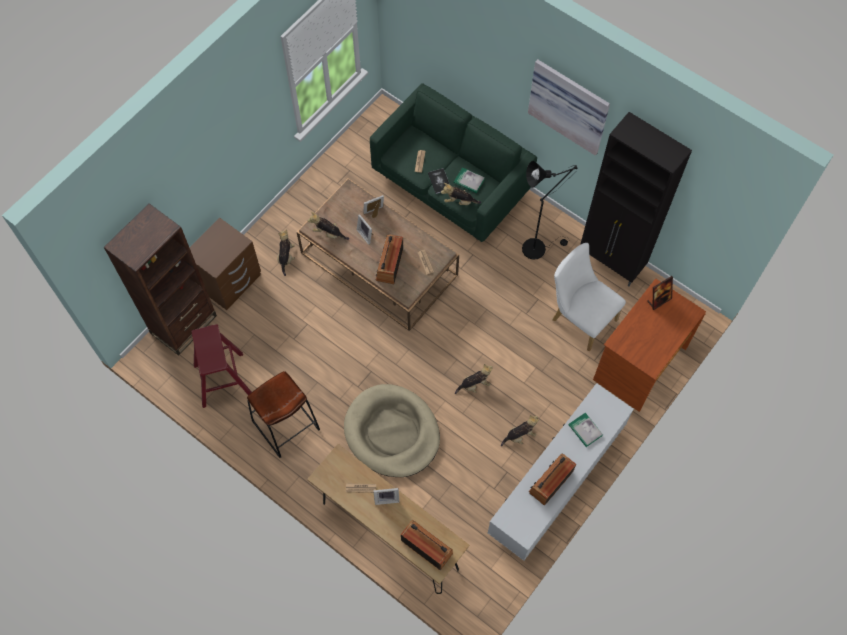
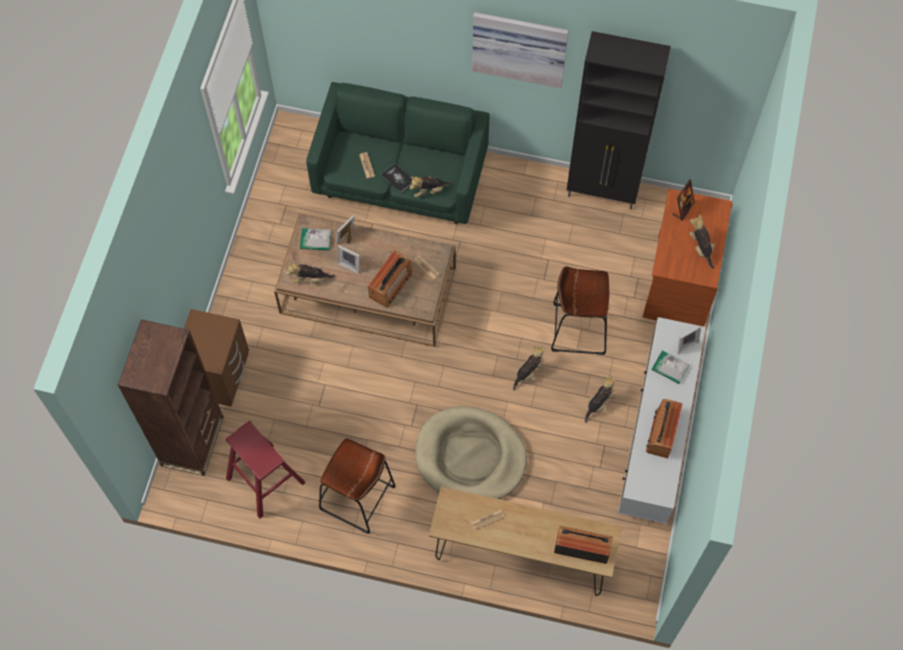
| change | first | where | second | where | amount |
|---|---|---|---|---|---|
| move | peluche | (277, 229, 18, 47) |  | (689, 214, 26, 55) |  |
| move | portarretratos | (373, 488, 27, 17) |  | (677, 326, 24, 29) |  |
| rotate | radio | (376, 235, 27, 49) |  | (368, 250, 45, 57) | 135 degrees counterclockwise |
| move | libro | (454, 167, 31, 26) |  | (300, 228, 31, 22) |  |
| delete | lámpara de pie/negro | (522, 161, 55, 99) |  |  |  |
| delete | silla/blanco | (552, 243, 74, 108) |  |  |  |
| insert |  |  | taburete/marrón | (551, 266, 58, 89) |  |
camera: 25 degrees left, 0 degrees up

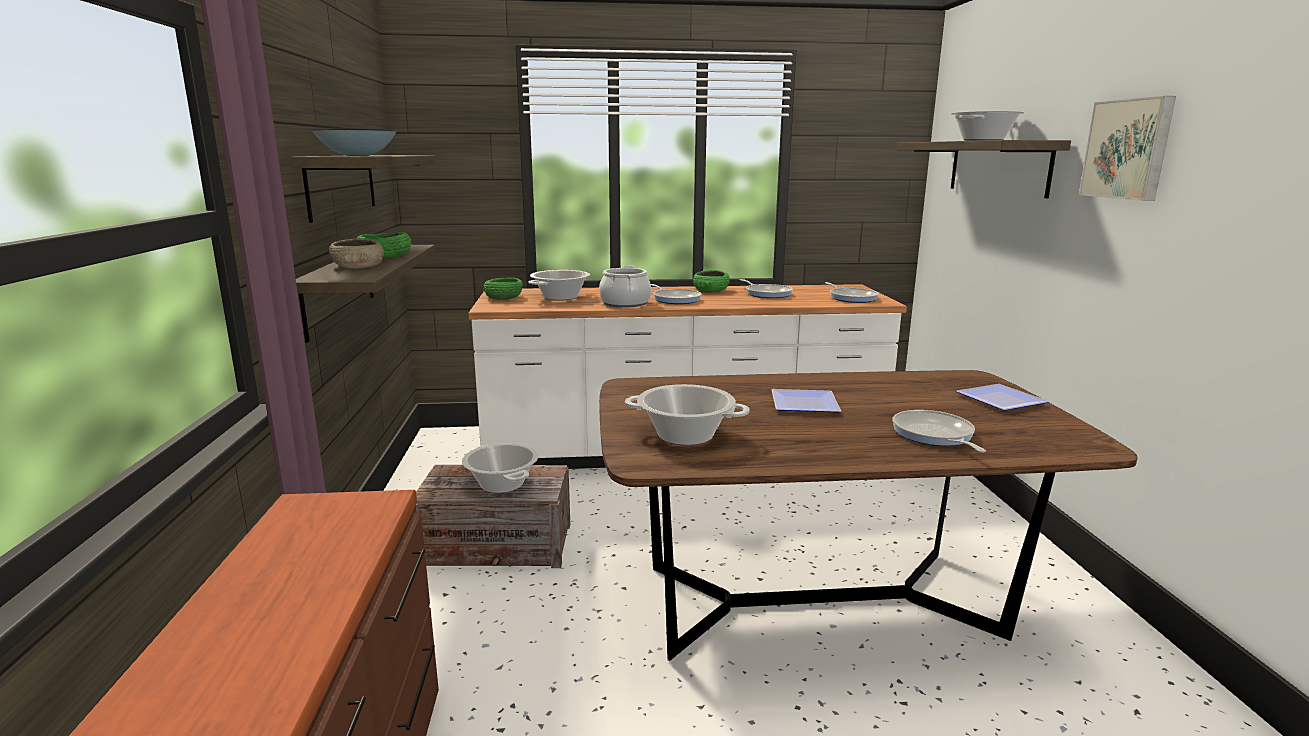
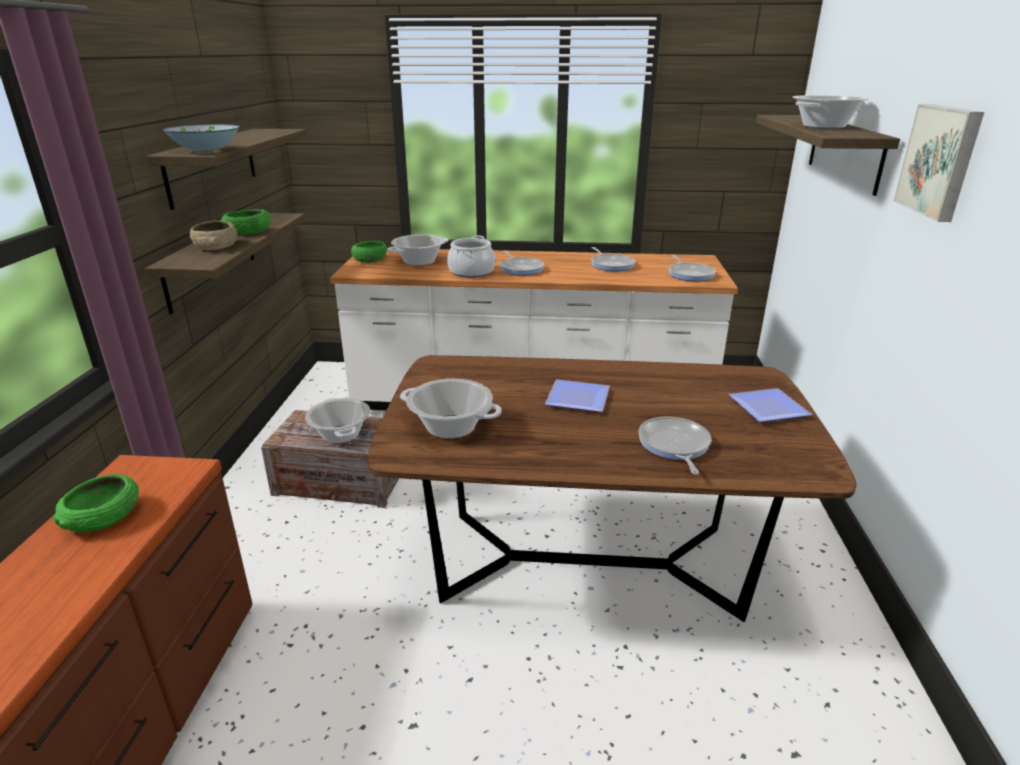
| change | first | where | second | where | amount |
|---|---|---|---|---|---|
| move | cuenco/verde | (693, 270, 37, 22) |  | (53, 474, 86, 59) |  |
camera: 10 degrees right, 10 degrees up

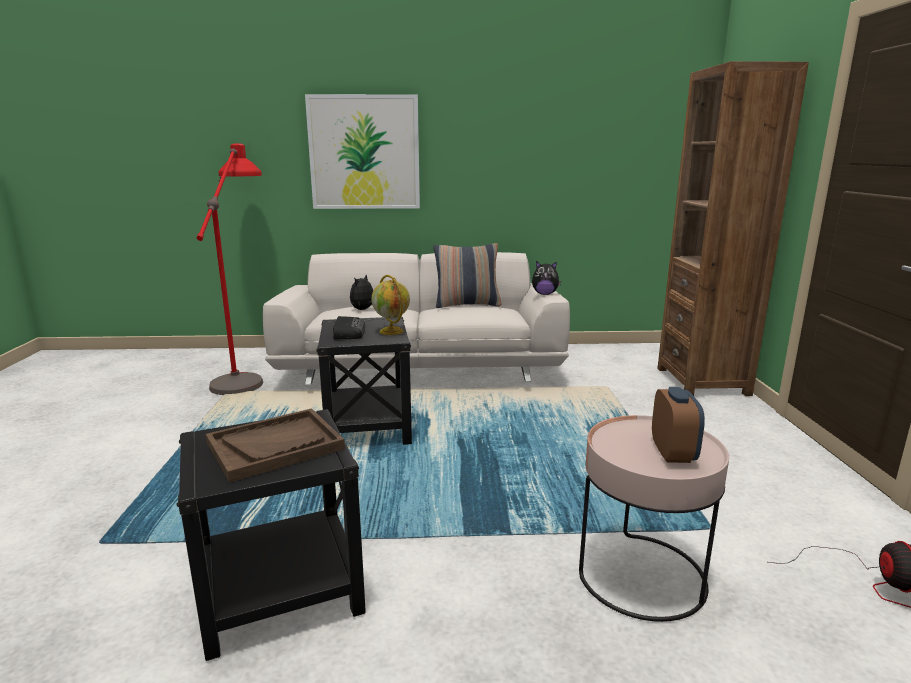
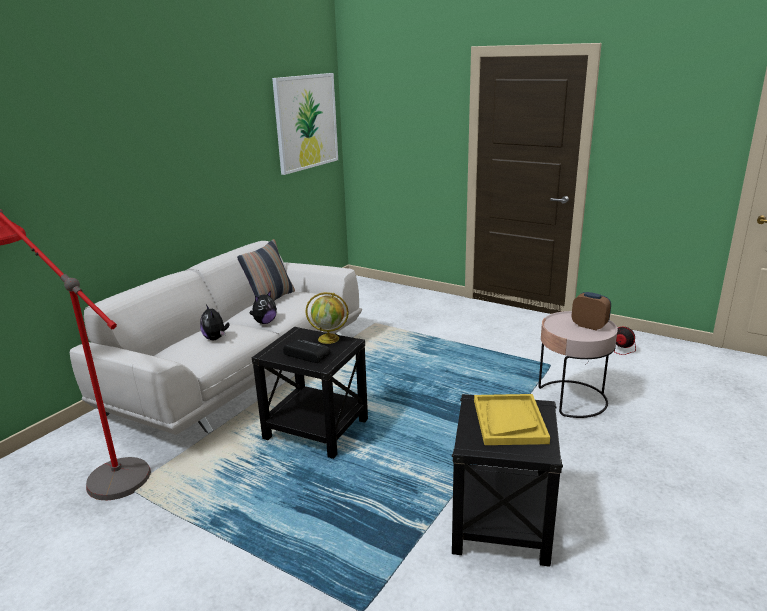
| change | first | where | second | where | amount |
|---|---|---|---|---|---|
| recolor | bandeja/marrón | (206, 408, 139, 75) | bandeja/amarillo | (474, 394, 76, 51) |  |
| move | cuadro | (305, 94, 115, 115) |  | (272, 73, 66, 102) |  |
| move | peluche | (532, 261, 29, 34) |  | (249, 291, 28, 33) |  |
| delete | estantería/marrón | (657, 61, 152, 335) |  |  |  |
camera: 55 degrees left, 5 degrees up

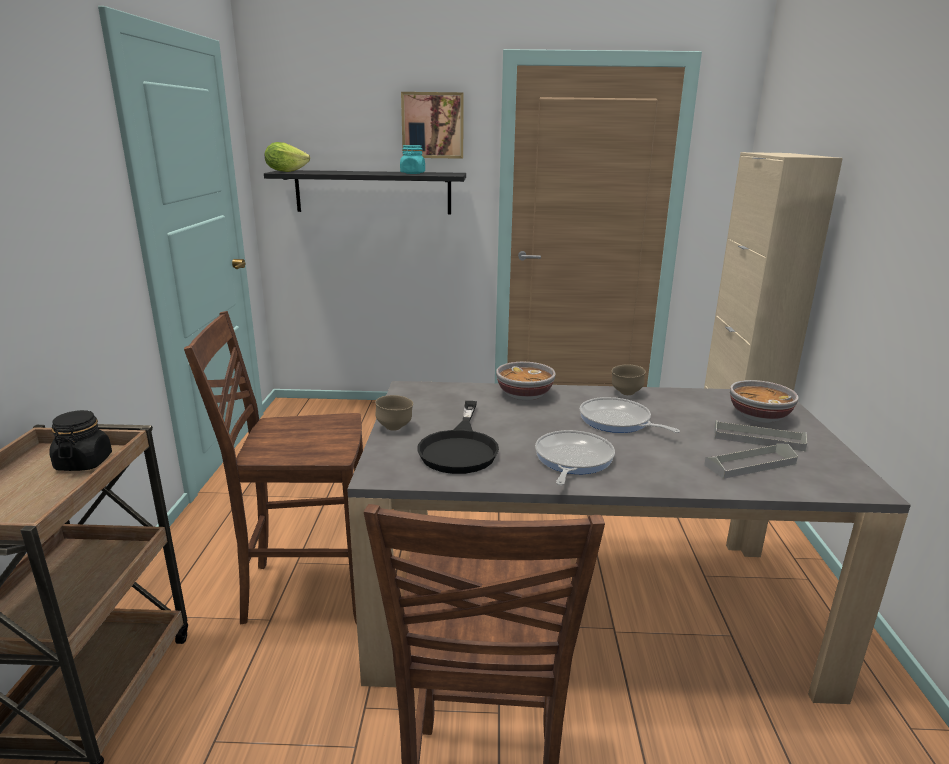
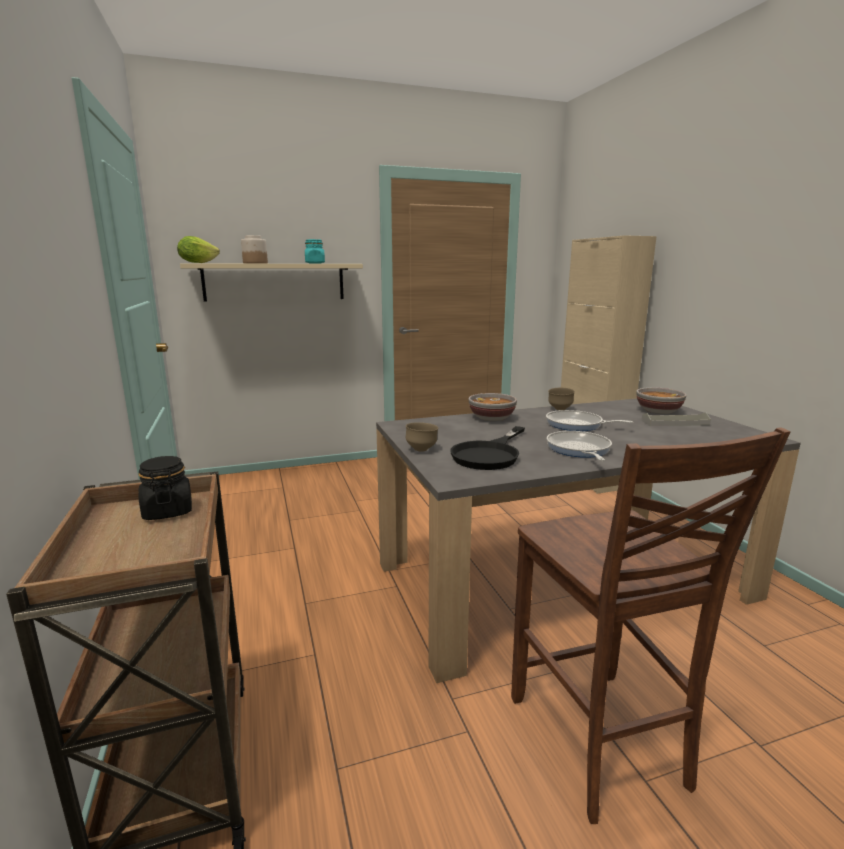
| change | first | where | second | where | amount |
|---|---|---|---|---|---|
| delete | silla/marrón | (184, 311, 179, 314) |  |  |  |
| recolor | estante/negro | (264, 170, 202, 44) | estante/beis | (180, 263, 183, 39) |  |
| delete | cuadro | (401, 92, 63, 67) |  |  |  |
| rotate | sartén/negro | (417, 401, 82, 73) |  | (450, 426, 75, 44) | 45 degrees clockwise |
| delete | bandeja/gris | (704, 444, 94, 35) |  |  |  |
| insert |  |  | tarro | (241, 235, 27, 28) |  |
camera: 20 degrees left, 5 degrees down

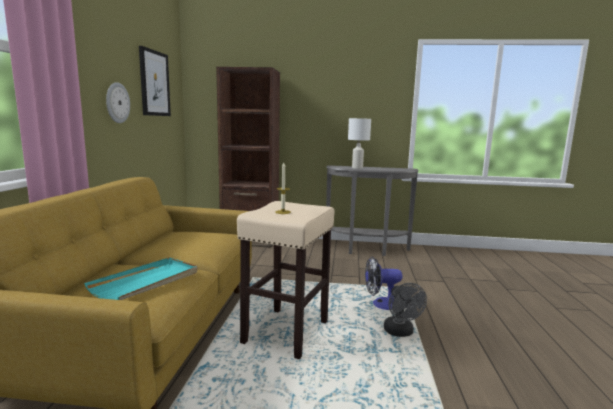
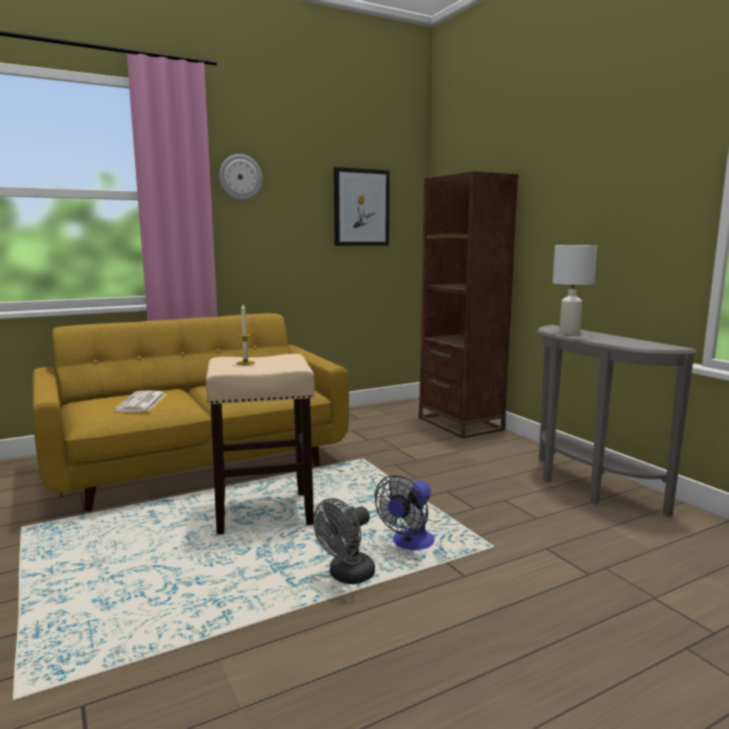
| change | first | where | second | where | amount |
|---|---|---|---|---|---|
| replace | bandeja/turquesa | (84, 257, 114, 43) | periódico | (114, 390, 52, 22) |  |
| move | reloj de pared | (106, 82, 24, 41) |  | (219, 154, 44, 47) |  |
| rotate | ventilador | (365, 257, 38, 53) |  | (375, 475, 60, 75) | 105 degrees counterclockwise |
camera: 55 degrees right, 0 degrees up

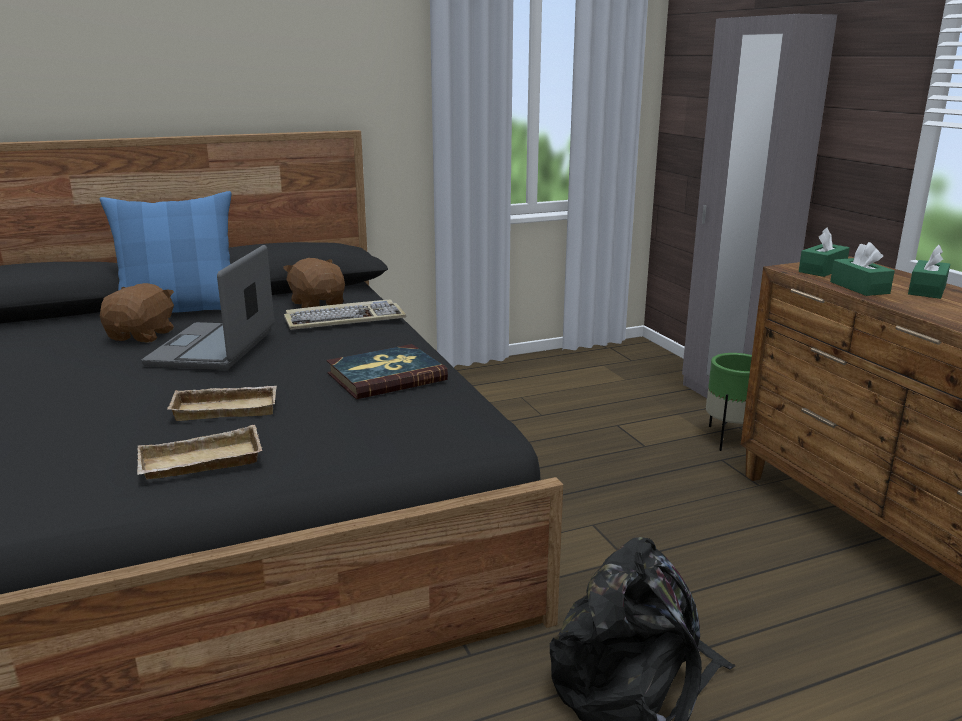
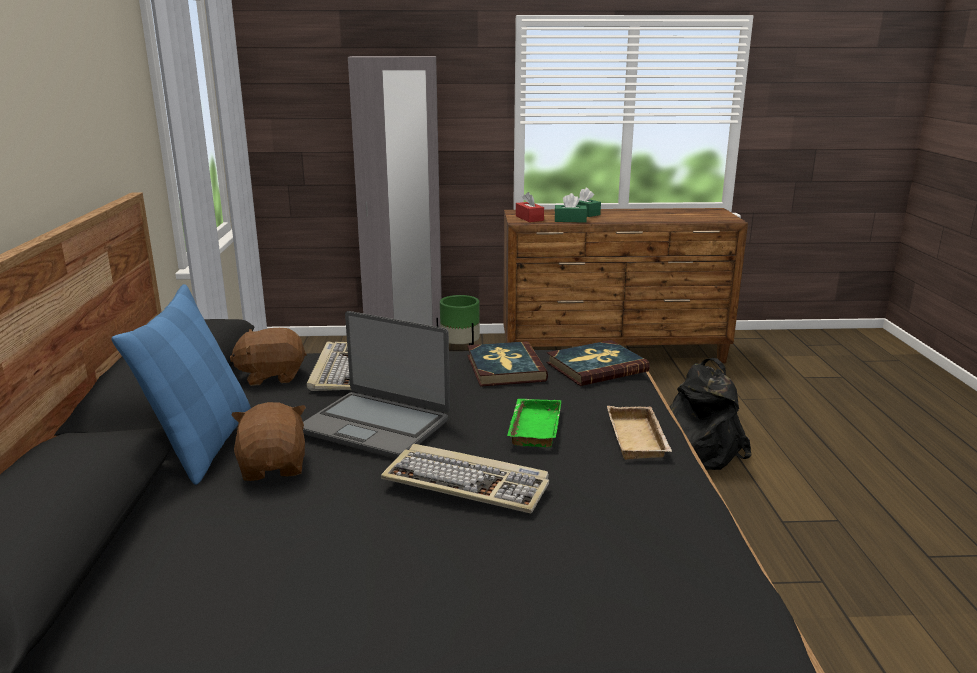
| change | first | where | second | where | amount |
|---|---|---|---|---|---|
| rotate | peluche/marrón | (100, 283, 74, 60) |  | (231, 402, 75, 79) | 45 degrees clockwise |
| recolor | bandeja/beis | (167, 386, 110, 35) | bandeja/verde | (507, 399, 55, 48) |  |
| recolor | caja de pañuelos/verde | (799, 228, 51, 49) | caja de pañuelos/rojo | (516, 192, 28, 30) |  |
| insert |  |  | teclado | (381, 444, 168, 69) |  |
| insert |  |  | libro | (547, 340, 103, 46) |  |
camera: 70 degrees left, 0 degrees up

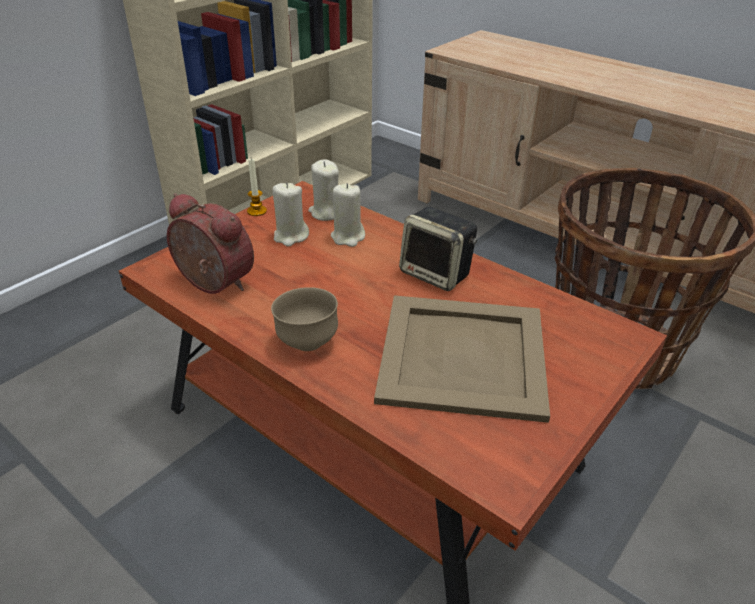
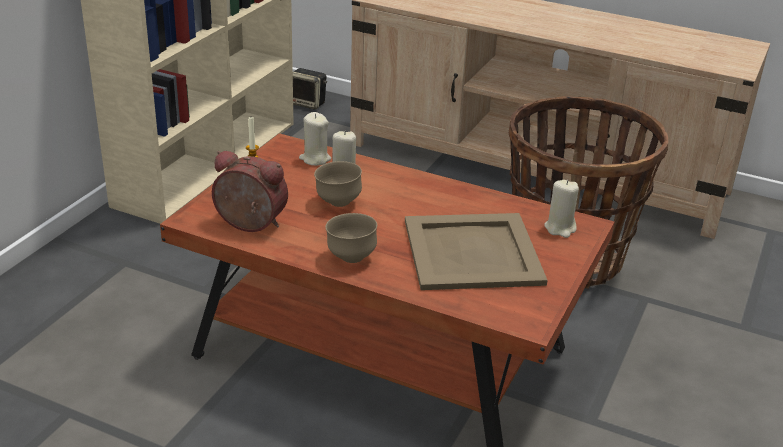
| change | first | where | second | where | amount |
|---|---|---|---|---|---|
| move | vela/beis | (272, 183, 37, 64) |  | (544, 180, 35, 58) |  |
| move | altavoz | (399, 207, 78, 84) |  | (293, 68, 34, 41) |  |
| insert |  |  | cuenco/marrón | (314, 161, 48, 46) |  |
camera: 15 degrees left, 5 degrees down

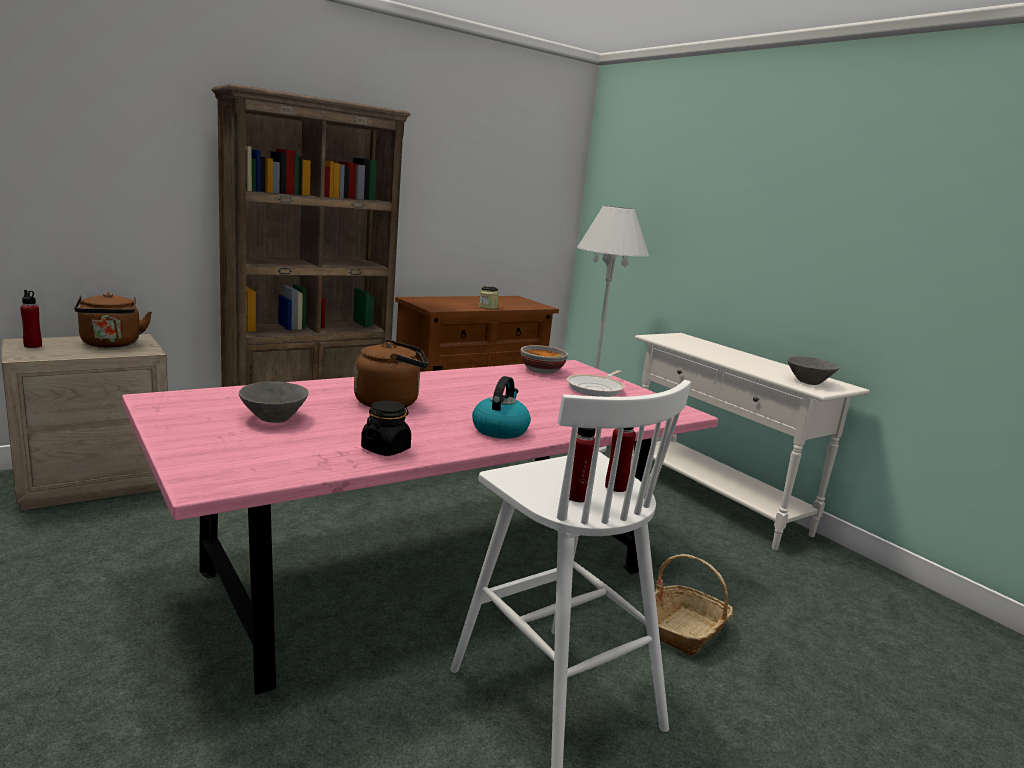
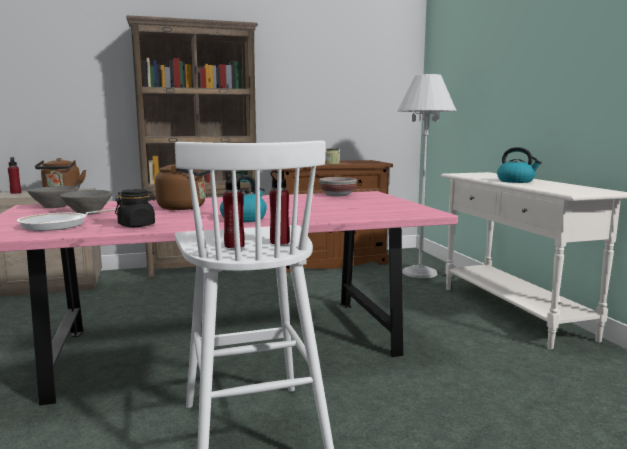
| change | first | where | second | where | amount |
|---|---|---|---|---|---|
| move | sartén | (567, 370, 58, 27) |  | (17, 209, 101, 22) |  |
| delete | cesta | (655, 554, 78, 102) |  |  |  |
| move | cuenco/gris | (787, 356, 52, 29) |  | (27, 186, 51, 22) |  |
| insert |  |  | hervidor | (497, 147, 45, 36) |  |
camera: 20 degrees right, 5 degrees down

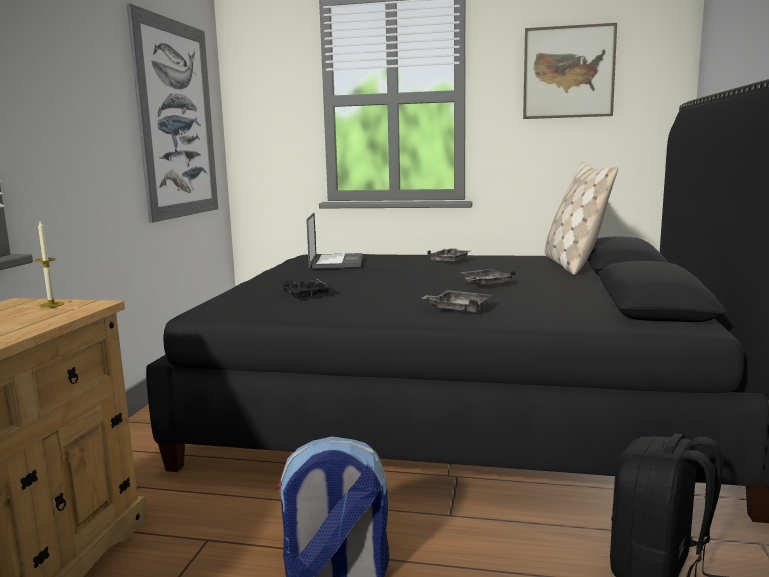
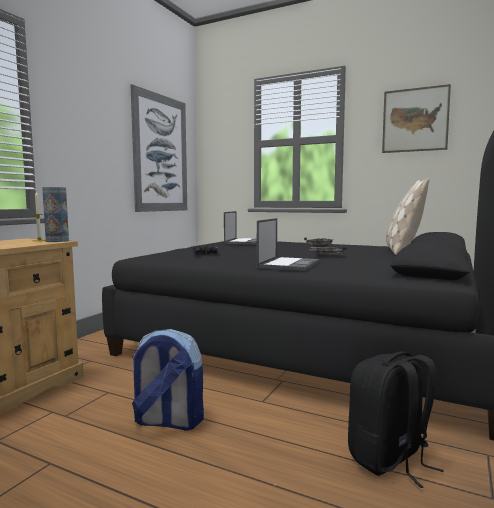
| change | first | where | second | where | amount |
|---|---|---|---|---|---|
| replace | bandeja/gris | (421, 290, 71, 22) | portátil | (257, 218, 62, 53) |  |
| insert |  |  | florero | (42, 187, 27, 55) |  |
camera: 15 degrees right, 5 degrees down

